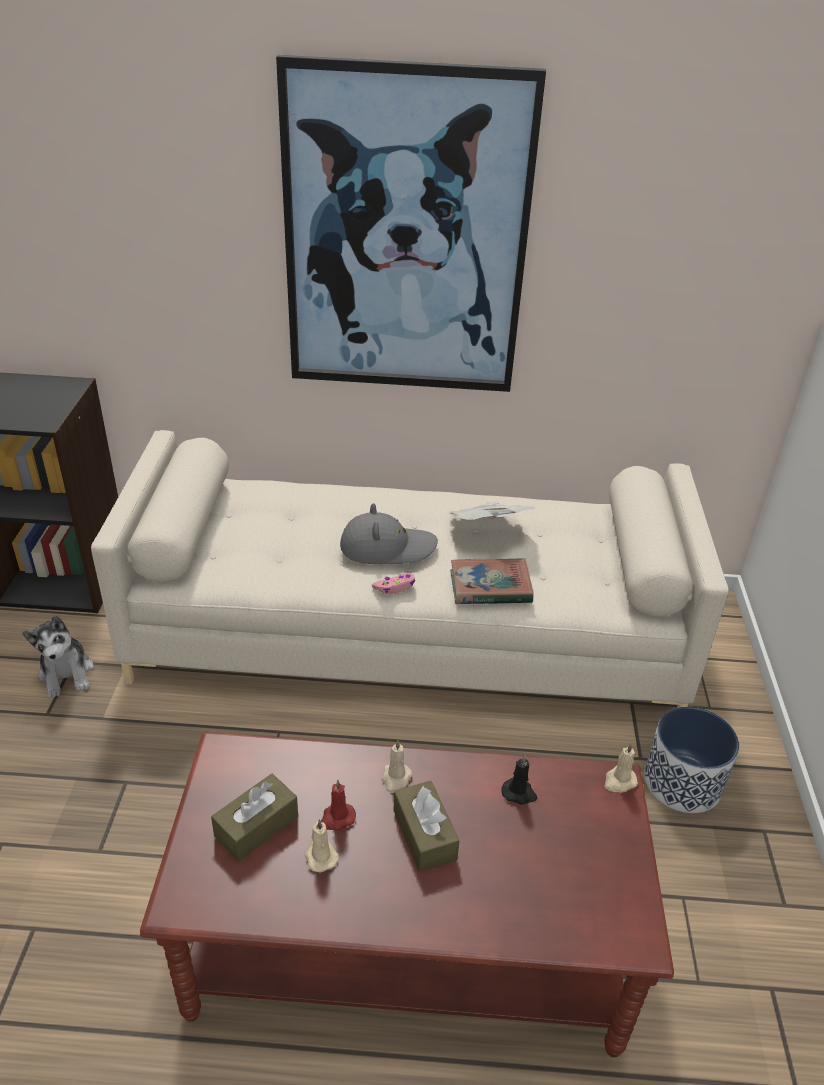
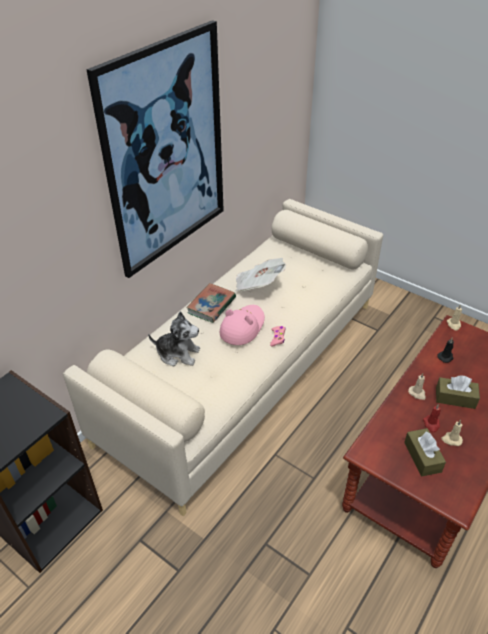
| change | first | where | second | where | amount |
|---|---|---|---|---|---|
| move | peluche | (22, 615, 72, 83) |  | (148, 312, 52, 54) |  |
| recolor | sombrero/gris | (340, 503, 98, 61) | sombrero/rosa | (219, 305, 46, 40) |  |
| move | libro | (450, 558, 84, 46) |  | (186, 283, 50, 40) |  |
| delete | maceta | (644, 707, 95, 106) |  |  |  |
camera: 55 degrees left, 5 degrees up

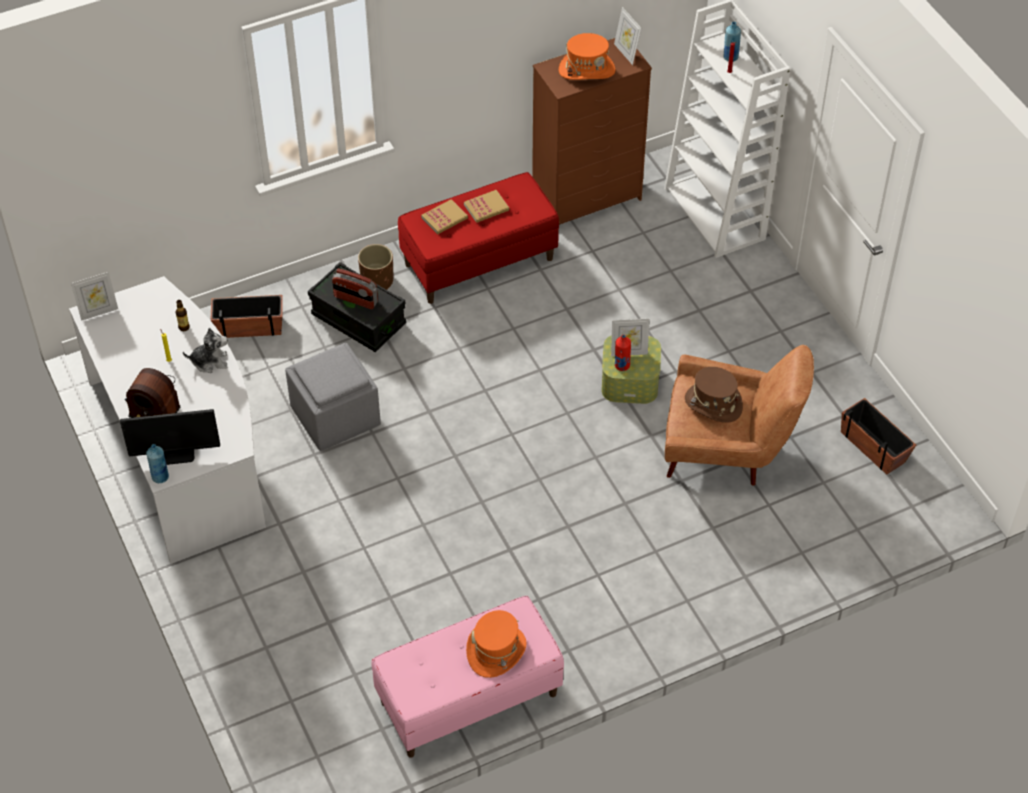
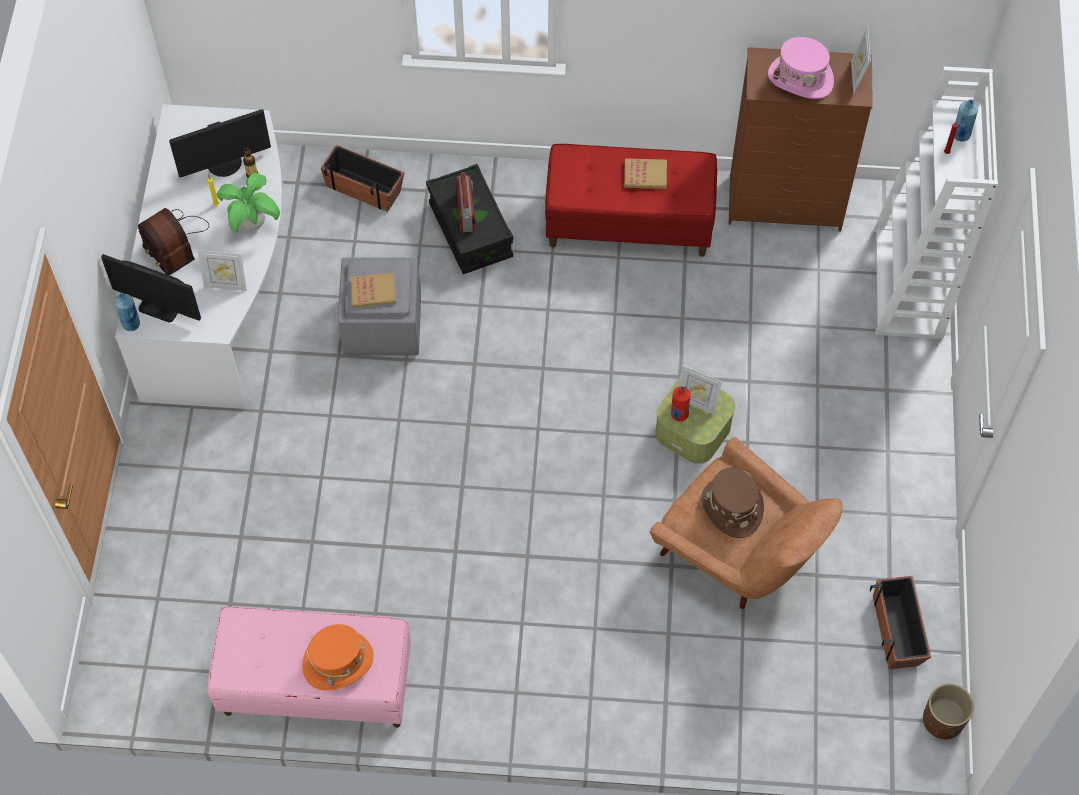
| change | first | where | second | where | amount |
|---|---|---|---|---|---|
| move | portarretratos | (71, 272, 47, 49) |  | (198, 250, 49, 41) |  |
| replace | peluche | (183, 328, 45, 45) | planta en maceta | (217, 173, 63, 60) |  |
| rotate | radio | (332, 268, 46, 41) |  | (456, 172, 19, 60) | 150 degrees counterclockwise |
| move | maceta/marrón | (358, 244, 35, 46) |  | (923, 683, 51, 57) |  |
| move | libro | (421, 199, 47, 35) |  | (350, 273, 46, 35) |  |
| recolor | sombrero/naranja | (559, 33, 56, 47) | sombrero/rosa | (768, 37, 66, 62) |  |
| insert |  |  | monitor | (169, 109, 102, 68) |  |
camera: 30 degrees right, 10 degrees up

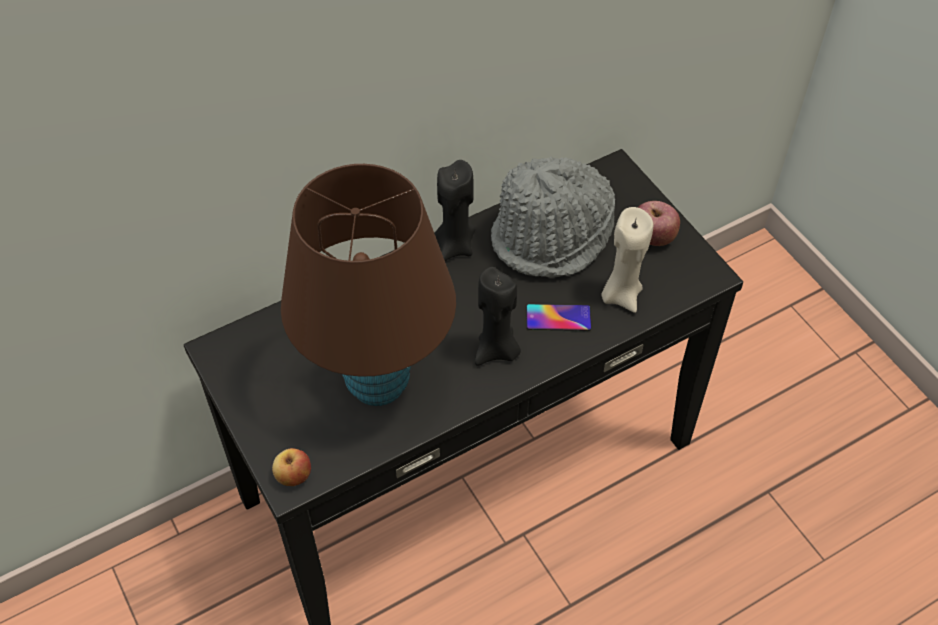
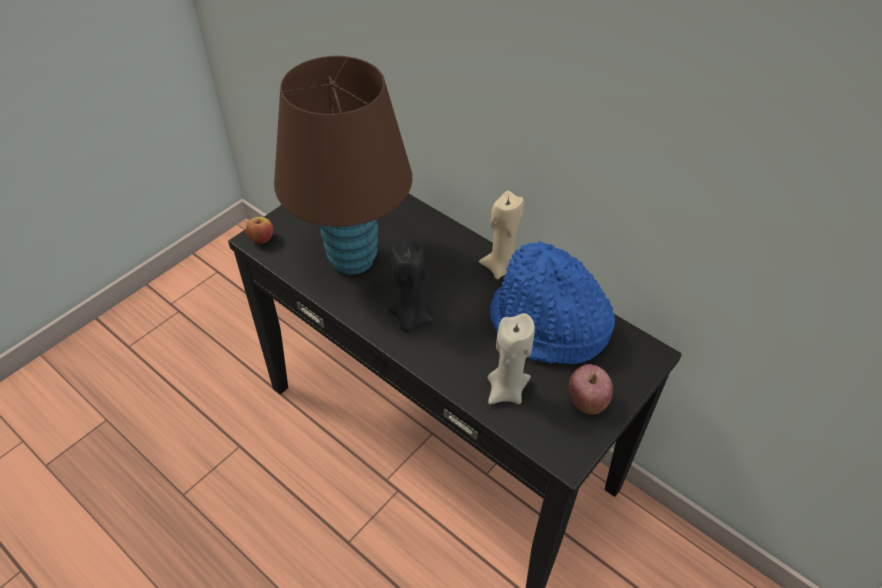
| change | first | where | second | where | amount |
|---|---|---|---|---|---|
| recolor | vela/negro | (434, 160, 42, 101) | vela/beis | (479, 191, 45, 88) |  |
| recolor | sombrero/gris | (491, 157, 124, 121) | sombrero/azul | (490, 240, 125, 124) |  |
| delete | móvil | (526, 304, 65, 27) |  |  |  |
camera: 70 degrees right, 5 degrees down

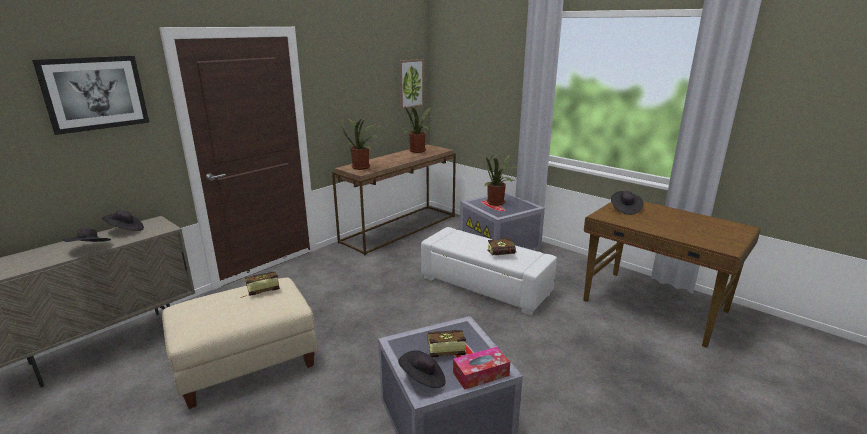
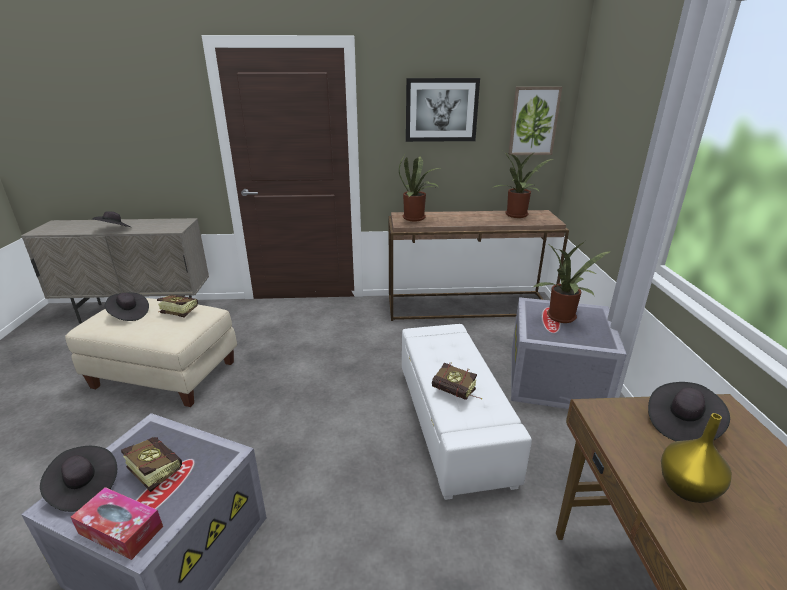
| change | first | where | second | where | amount |
|---|---|---|---|---|---|
| move | cuadro | (32, 56, 117, 79) |  | (406, 78, 74, 64) |  |
| move | sombrero/negro | (102, 210, 42, 21) |  | (105, 292, 44, 29) |  |
| insert |  |  | florero/amarillo | (661, 413, 71, 90) |  |
camera: 45 degrees right, 5 degrees up

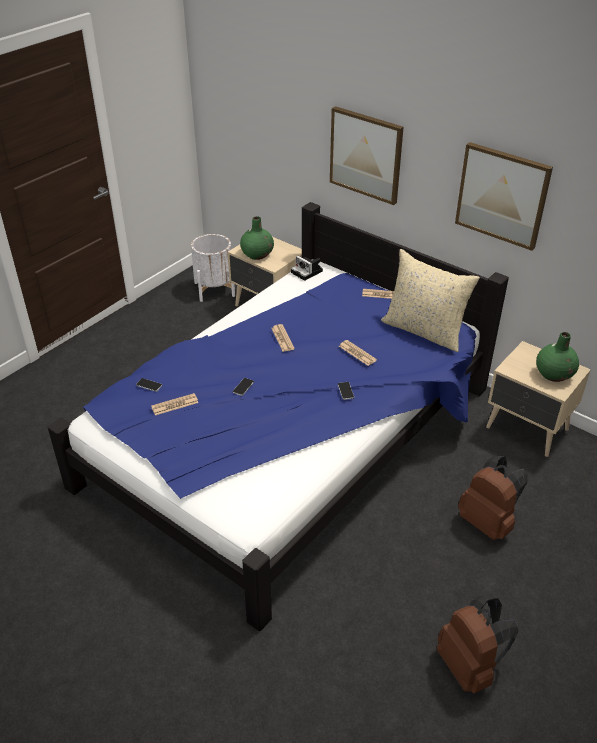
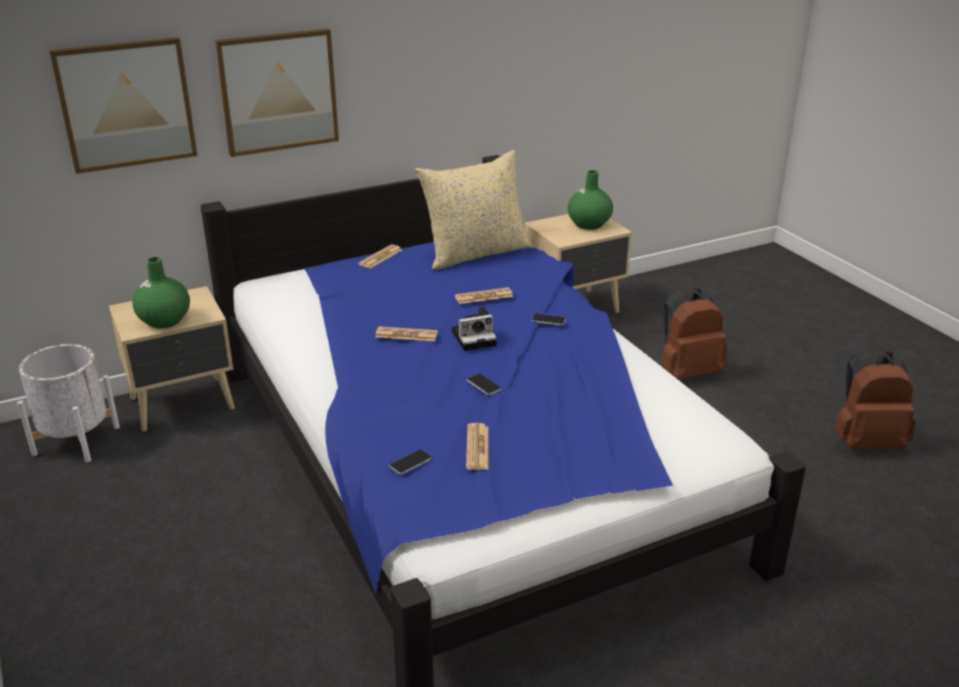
| change | first | where | second | where | amount |
|---|---|---|---|---|---|
| move | cámara | (291, 256, 32, 25) |  | (452, 307, 45, 44) |  |
| move | cuadro | (455, 142, 98, 109) |  | (49, 37, 148, 137) |  |
camera: 65 degrees left, 10 degrees down

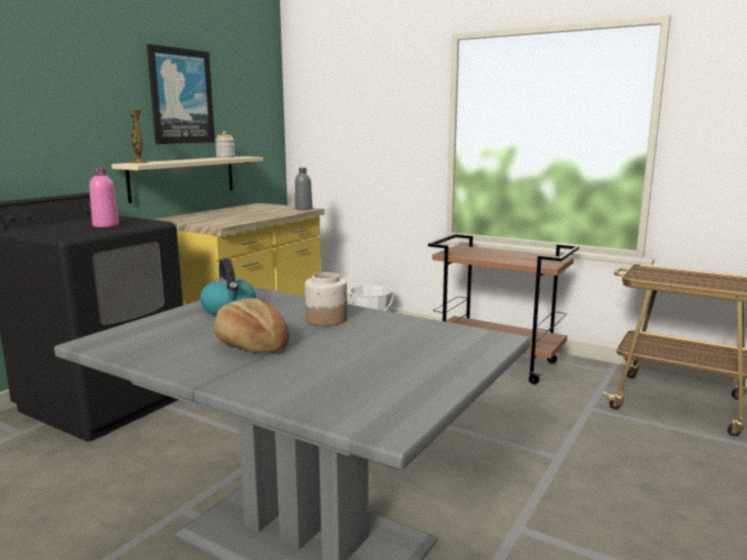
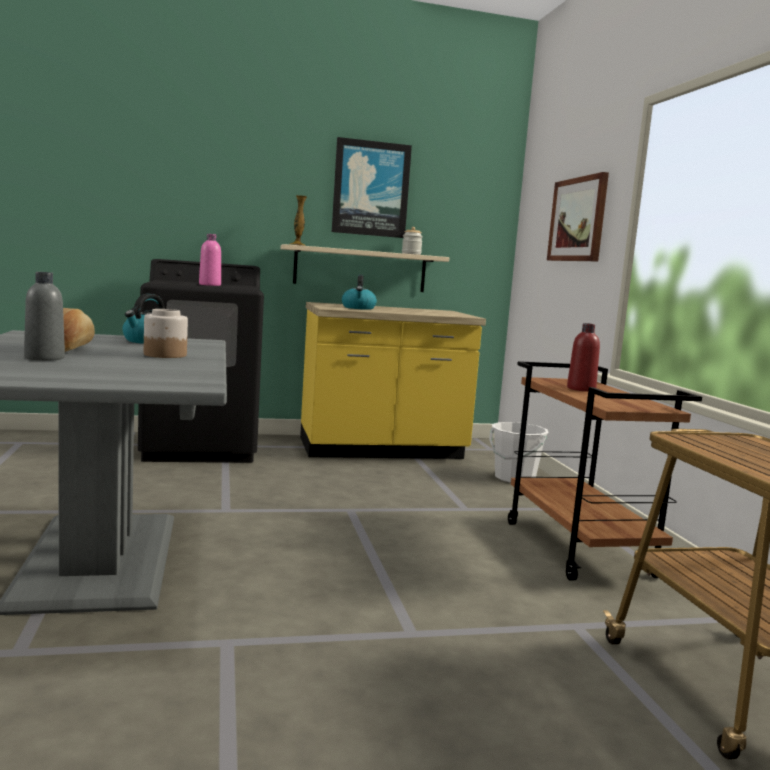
| change | first | where | second | where | amount |
|---|---|---|---|---|---|
| move | botella/gris | (295, 168, 18, 42) |  | (24, 272, 41, 89) |  |
| insert |  |  | hervidor | (342, 275, 35, 35) |  |
| insert |  |  | cuadro | (547, 172, 62, 89) |  |
| insert |  |  | botella/rojo | (567, 323, 33, 69) |  |
camera: 45 degrees right, 5 degrees down

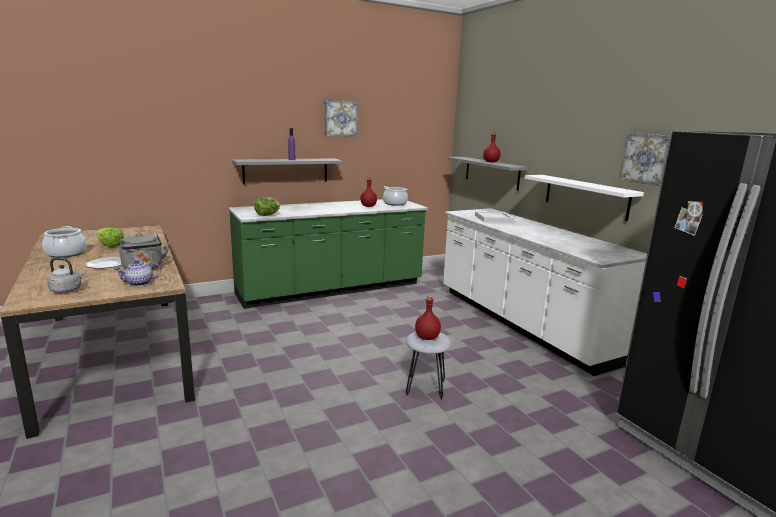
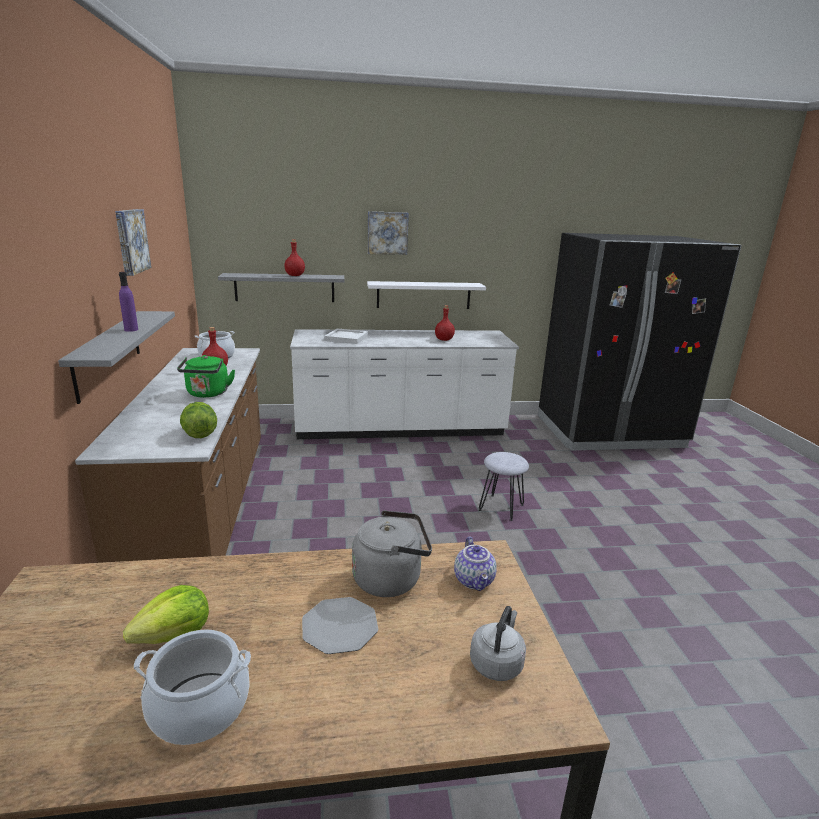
| change | first | where | second | where | amount |
|---|---|---|---|---|---|
| recolor | mueble bajo de cocina/verde | (228, 199, 200, 110) | mueble bajo de cocina/marrón | (75, 348, 186, 215) |  |
| move | botella/rojo | (415, 295, 26, 45) |  | (435, 305, 20, 36) |  |
| move | cuadro | (619, 133, 51, 53) |  | (368, 211, 41, 44) |  |
| insert |  |  | hervidor/verde | (177, 355, 58, 43) |  |
camera: 70 degrees left, 5 degrees up

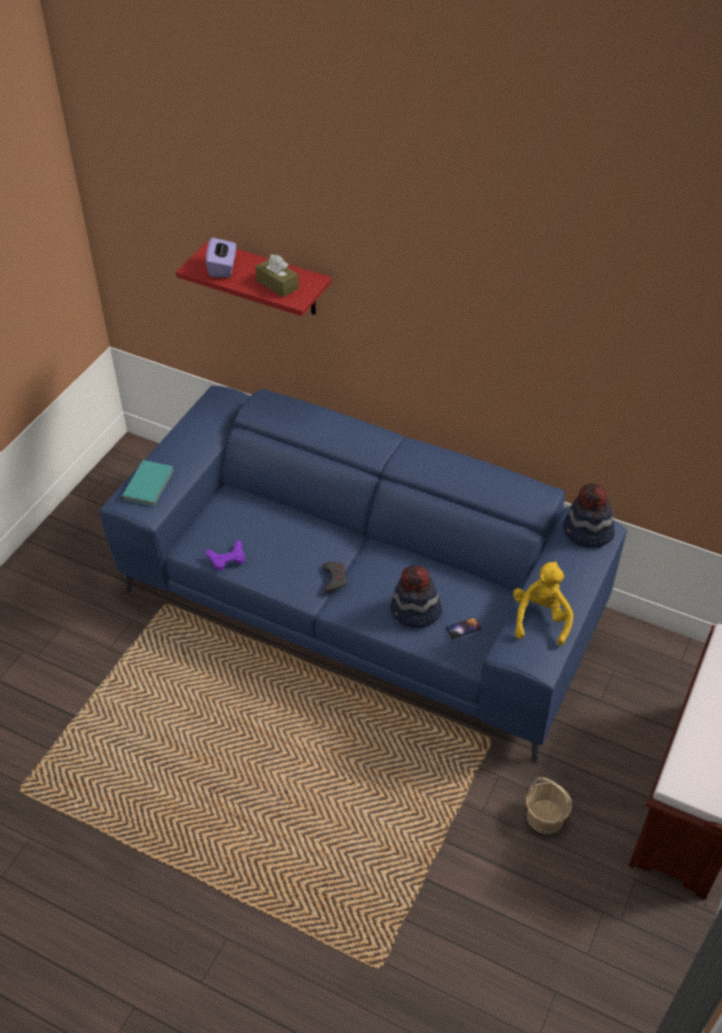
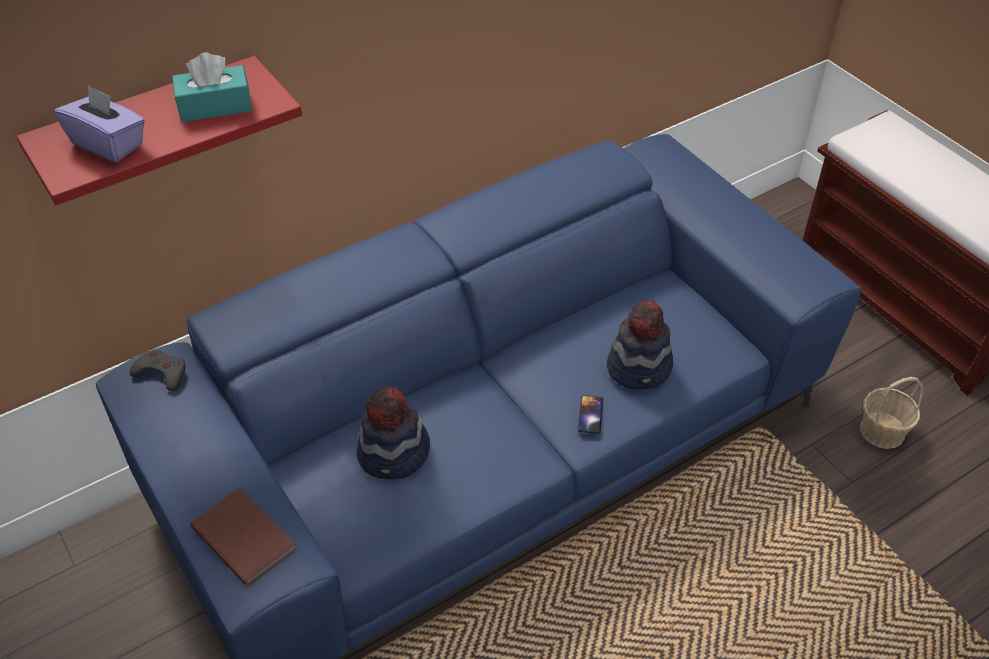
| change | first | where | second | where | amount |
|---|---|---|---|---|---|
| recolor | libro/turquesa | (121, 460, 53, 46) | libro/marrón | (190, 488, 107, 99) |  |
| delete | mando de consola/morado | (206, 540, 39, 31) |  |  |  |
| recolor | caja de pañuelos/marrón | (255, 255, 44, 43) | caja de pañuelos/turquesa | (172, 52, 80, 70) |  |
| move | mando de consola/gris | (322, 562, 25, 31) |  | (129, 350, 57, 42) |  |
| move | móvil | (446, 618, 35, 21) |  | (578, 395, 25, 39) |  |
| delete | peluche/amarillo | (513, 561, 60, 85) |  |  |  |
| move | sombrero | (563, 483, 52, 65) |  | (357, 386, 73, 94) |  |
camera: 60 degrees left, 0 degrees up

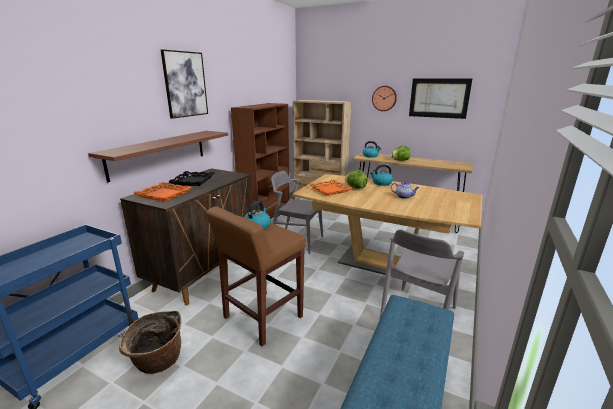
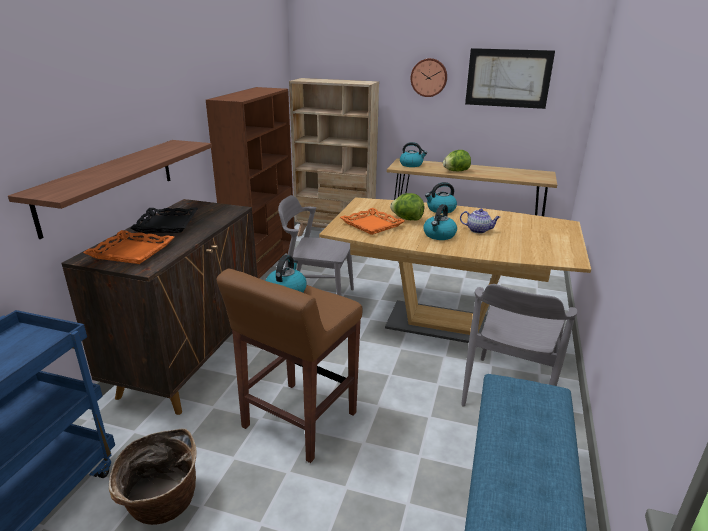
| change | first | where | second | where | amount |
|---|---|---|---|---|---|
| delete | cuadro | (161, 49, 47, 70) |  |  |  |
| insert |  |  | hervidor | (423, 204, 34, 36) |  |
camera: 10 degrees left, 5 degrees up

